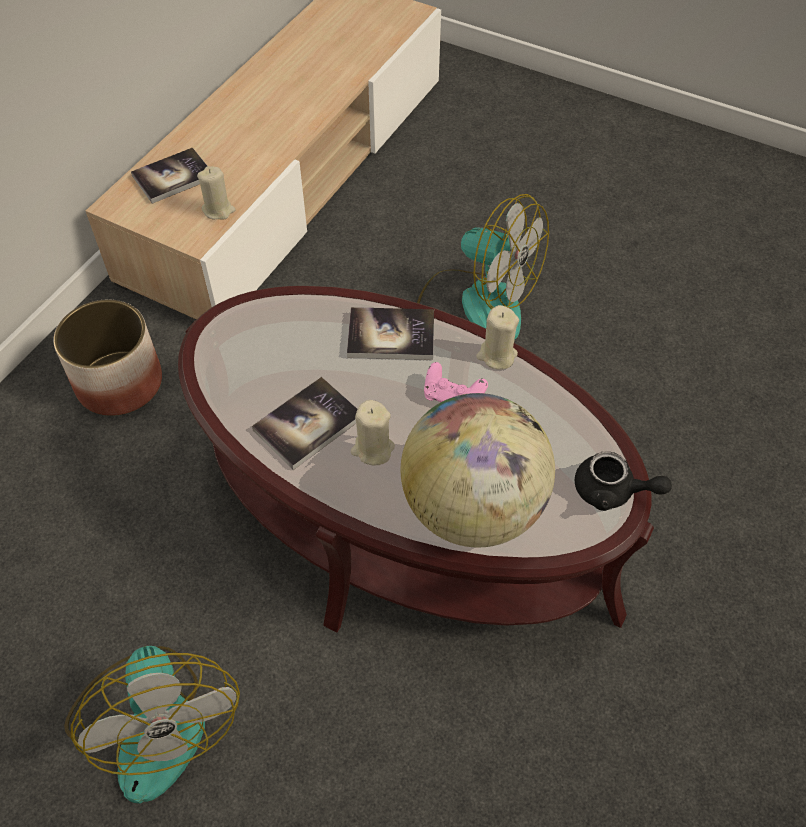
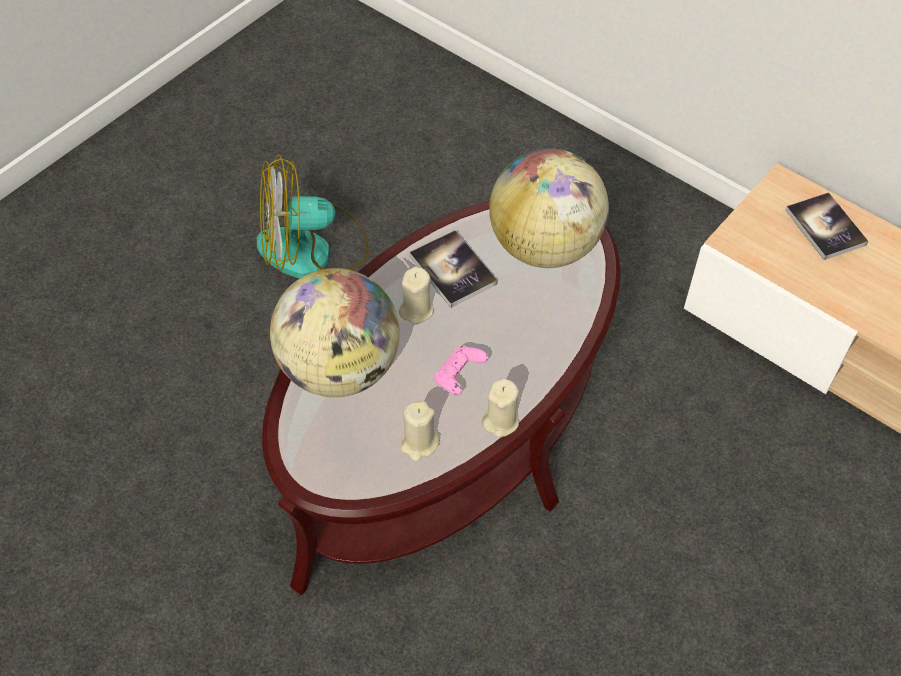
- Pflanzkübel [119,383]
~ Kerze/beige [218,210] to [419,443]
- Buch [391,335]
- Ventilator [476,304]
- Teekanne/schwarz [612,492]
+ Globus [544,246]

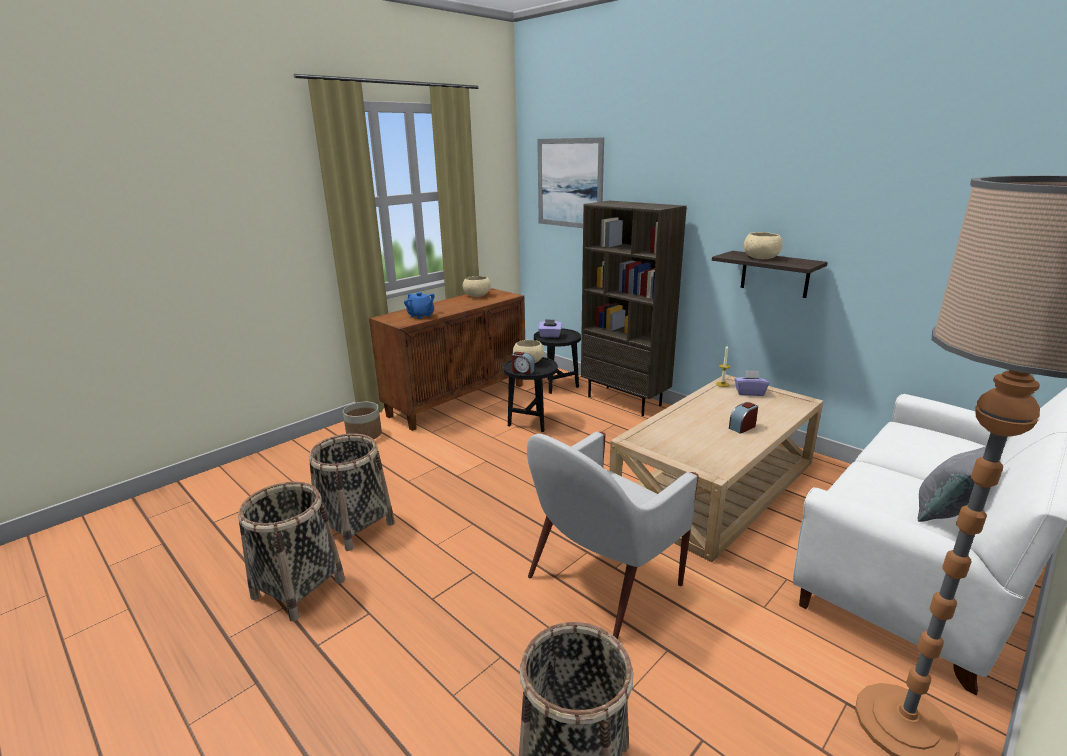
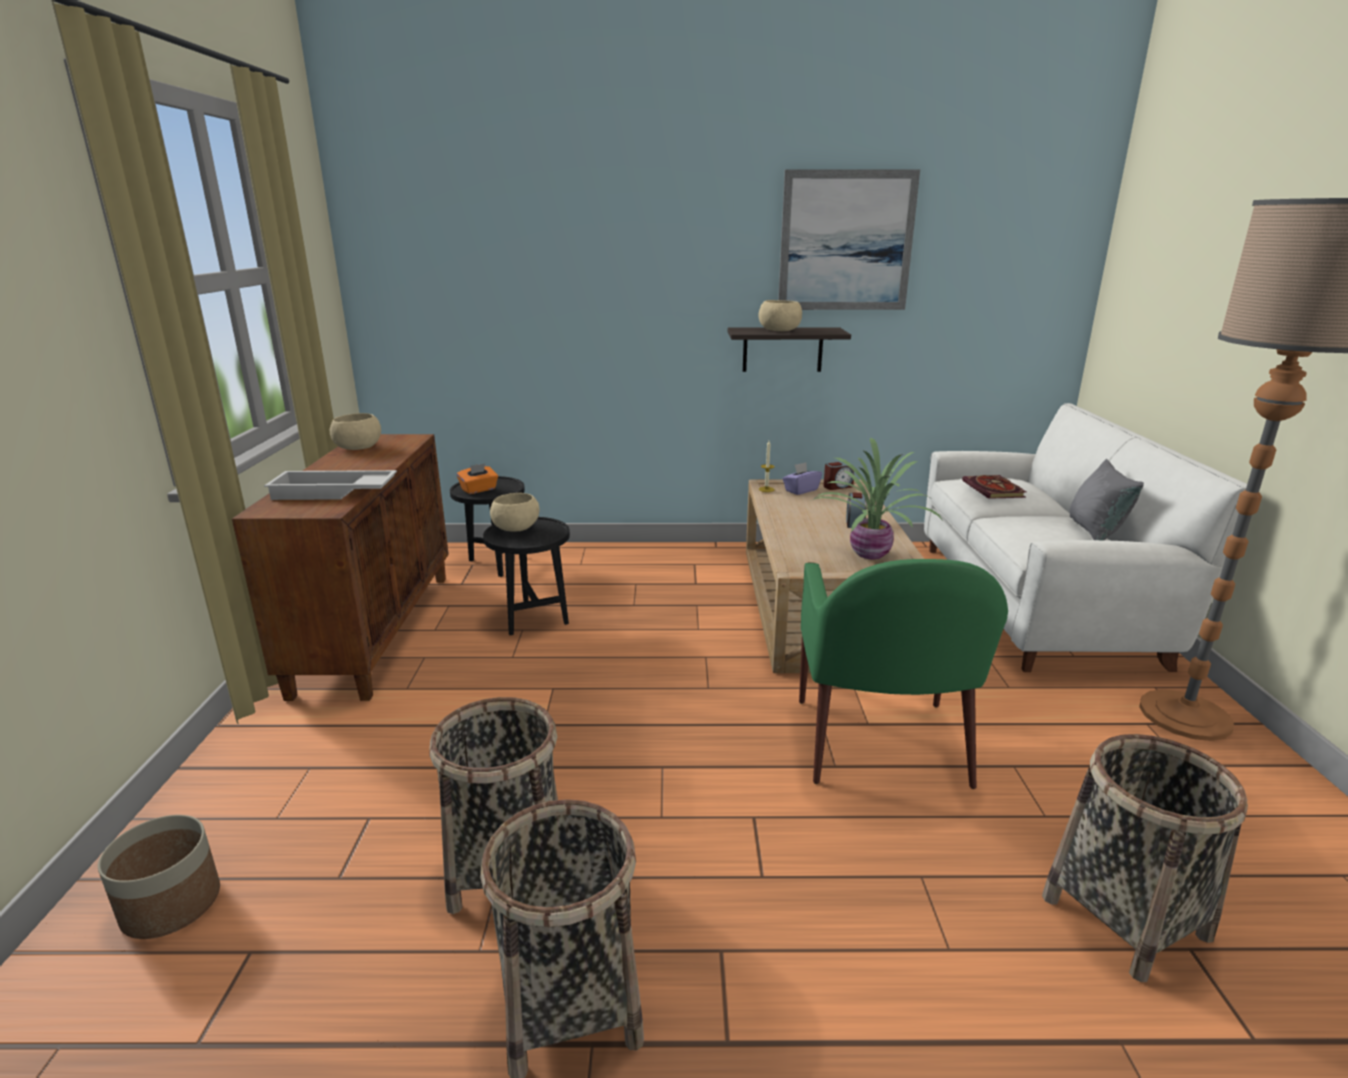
~ Pflanzkübel [364,435] to [171,904]
~ Teekanne/blau [421,316] to Tablett/weiß [332,493]
~ Wecker [522,371] to [837,486]
~ Sessel/weiß [601,582] to Sessel/grün [880,744]
~ Bild [569,183] to [846,241]
~ Taschentuchbox/lila [550,335] to Taschentuchbox/orange [479,490]
- Bücherregal/braun [625,400]
+ Topfpflanze [868,555]
+ Buch [995,490]

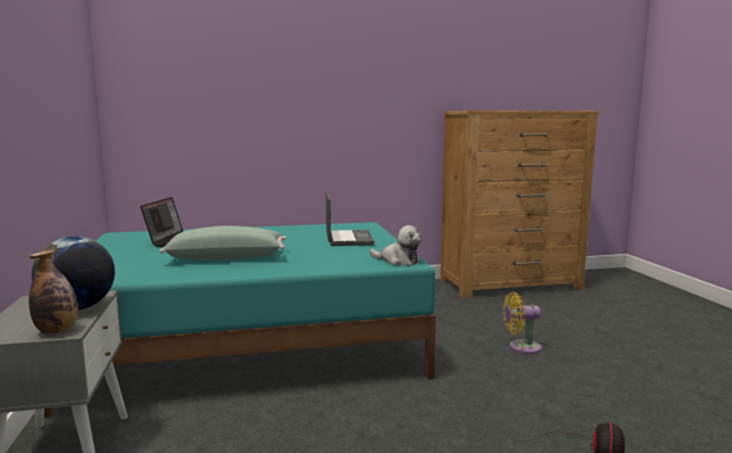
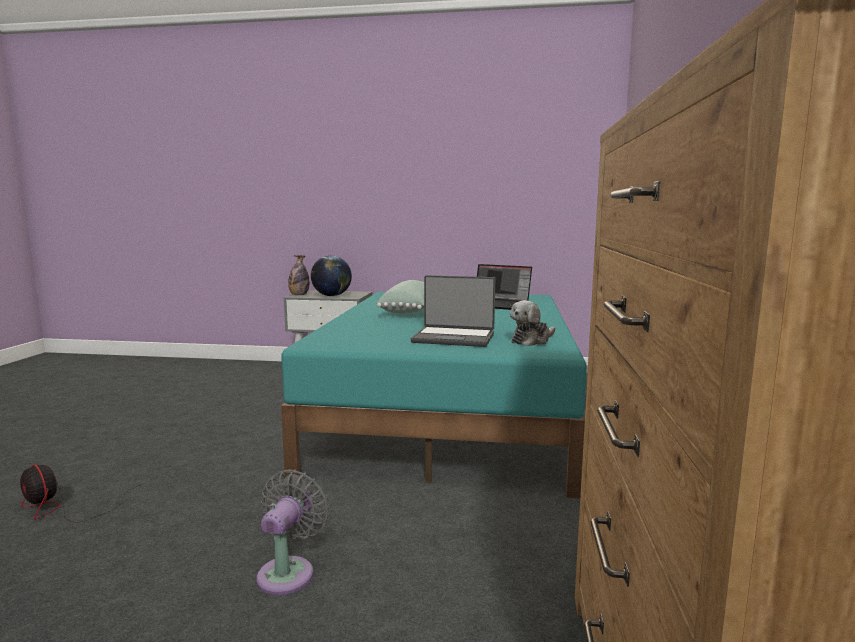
~ Plüschtier [398,261] to [532,340]
~ Ventilator/gelb [521,347] to Ventilator/grau [289,572]

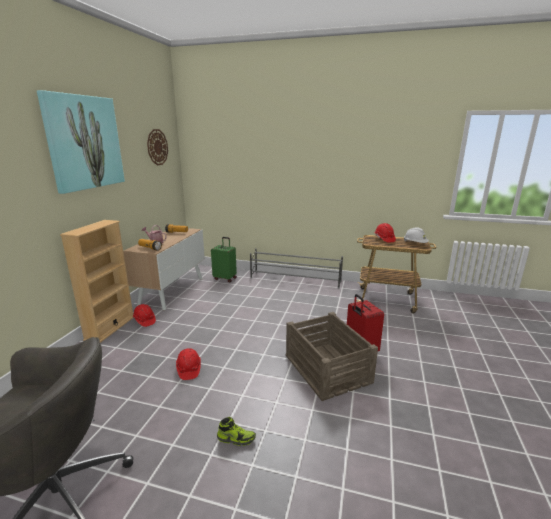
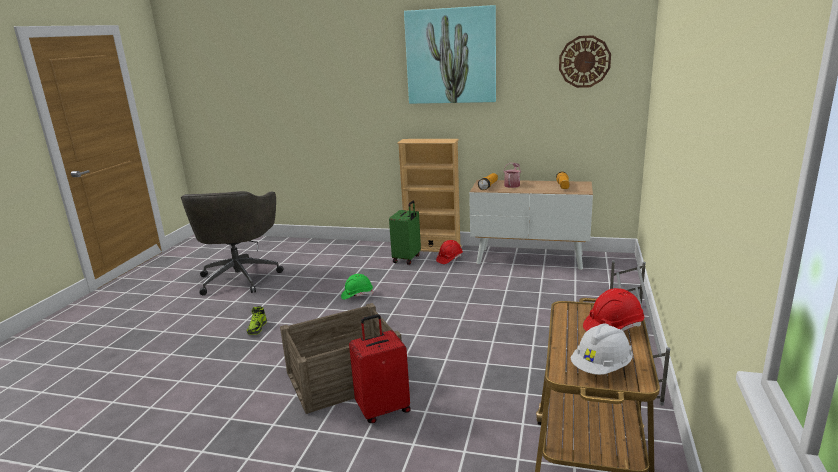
~ Schutzhelm/rot [188,369] to Schutzhelm/grün [357,295]
~ Koffer/grün [225,278] to [407,259]

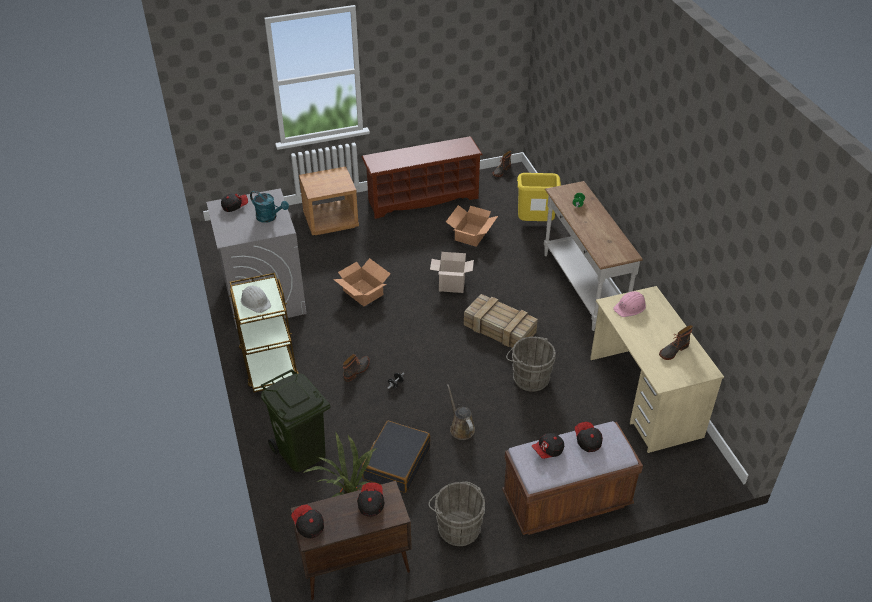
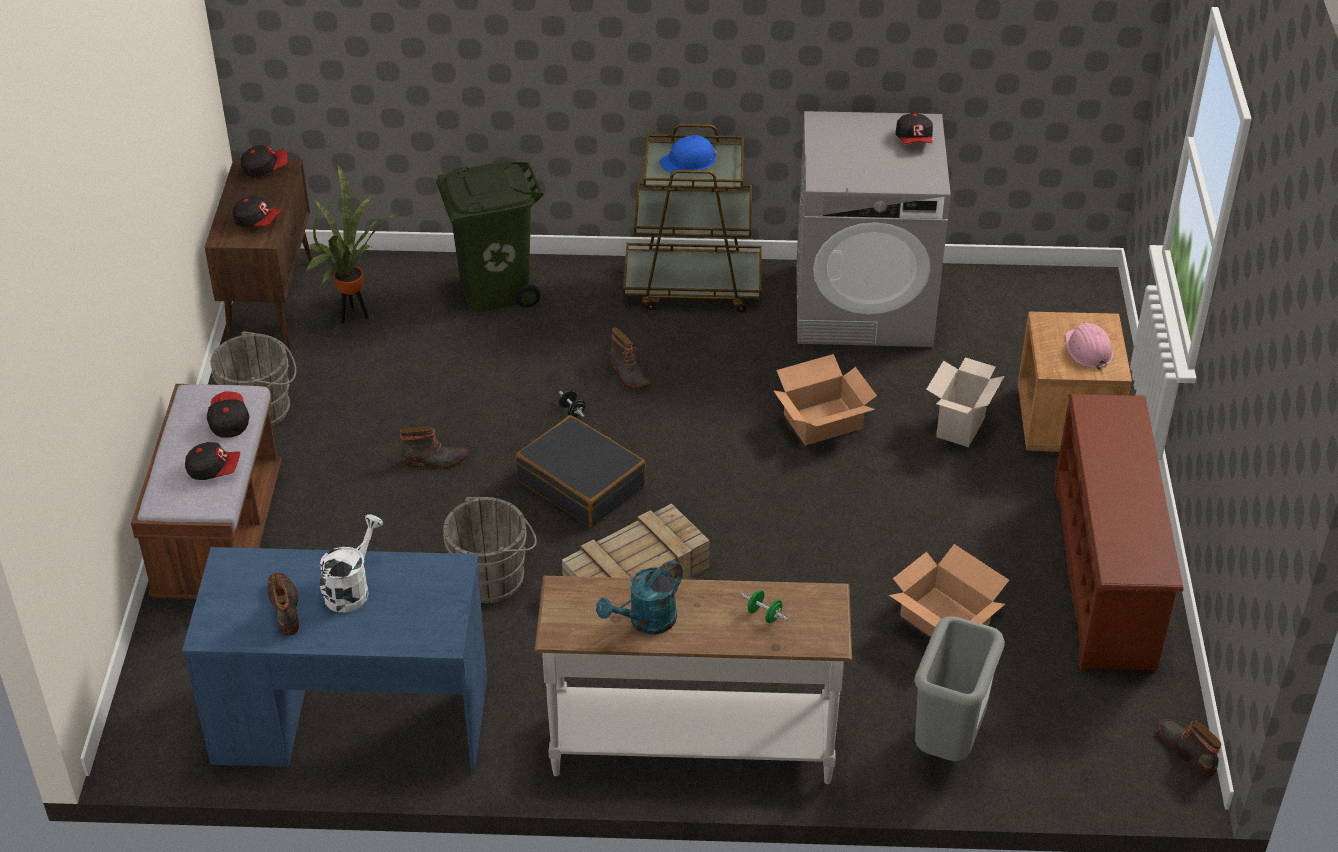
~ Schutzhelm/weiß [255,302] to Schutzhelm/blau [689,161]
~ Gießkanne/türkis [270,217] to [646,622]
~ Koffer/schwarz [396,462] to [582,484]
~ Karton [450,286] to [959,426]
~ Gießkanne/braun [461,428] to Stiefel [435,460]
~ Mülleimer/gelb [535,223] to Mülleimer/grau [949,744]
~ Schreibtisch/beige [644,397] to Schreibtisch/blau [351,720]
~ Schutzhelm/rosa [630,307] to [1088,350]
+ Gießkanne/weiß [351,588]

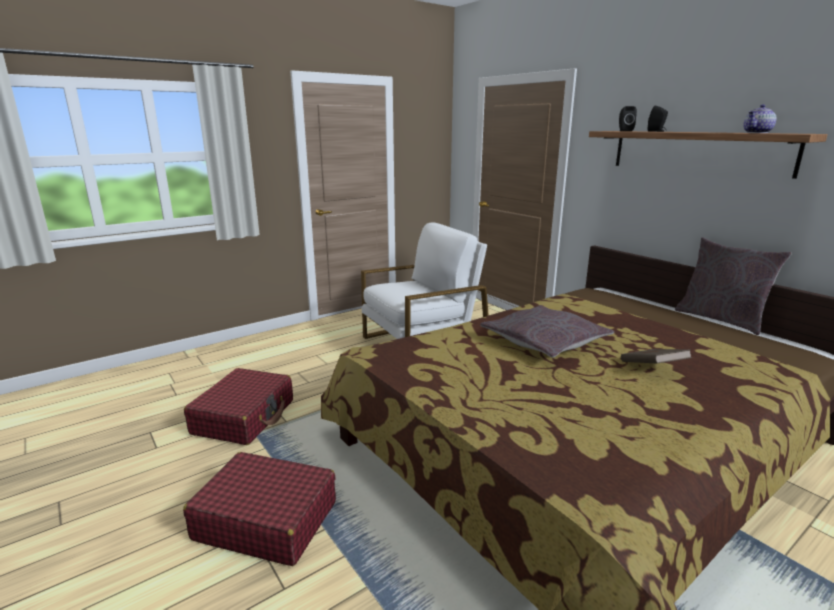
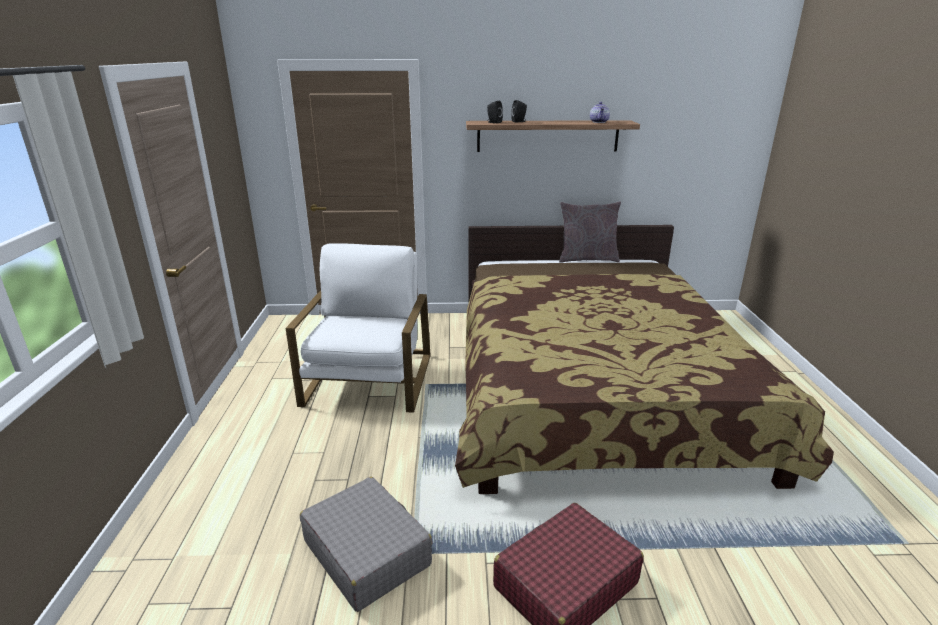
~ Koffer/rot [244,417] to Koffer/grau [366,552]
- Kissen/grau [544,341]
- Buch/braun [652,368]

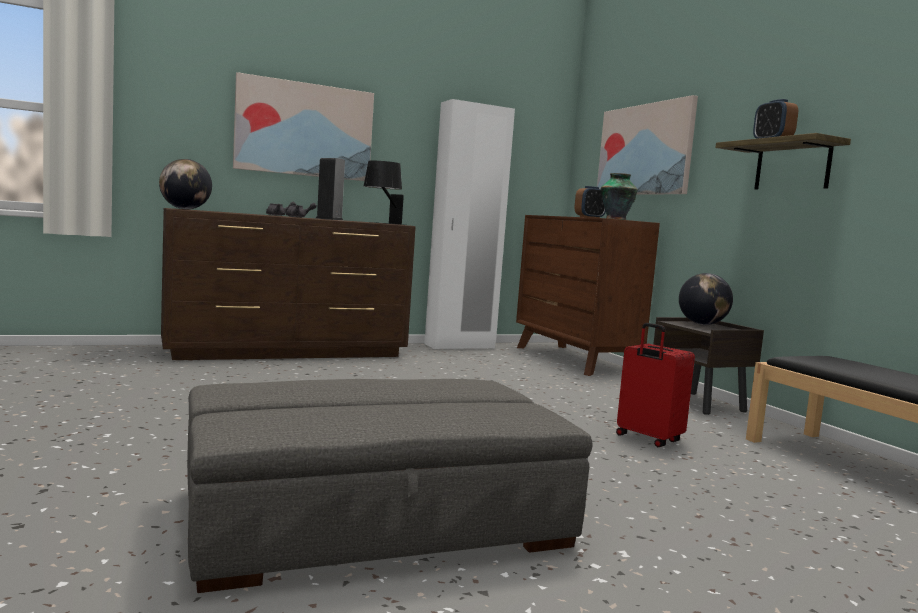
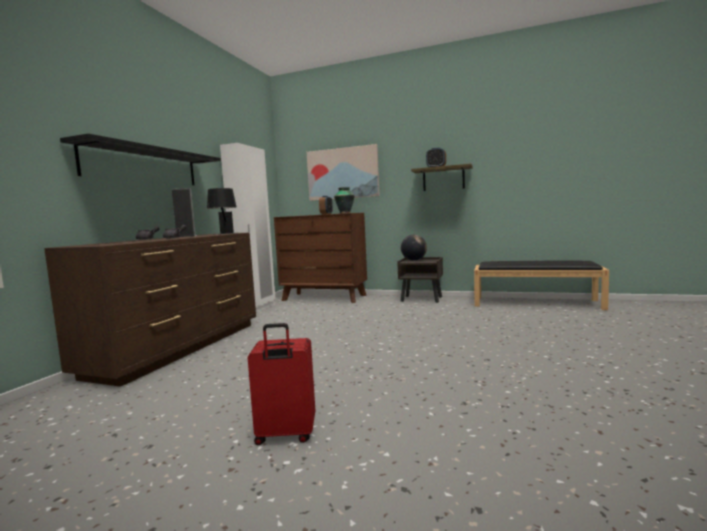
- Globus [185,209]
- Polsterhocker/grau [375,518]
~ Bild [304,130] to Wandregal/schwarz [143,166]
~ Koffer/rot [648,439] to [285,435]

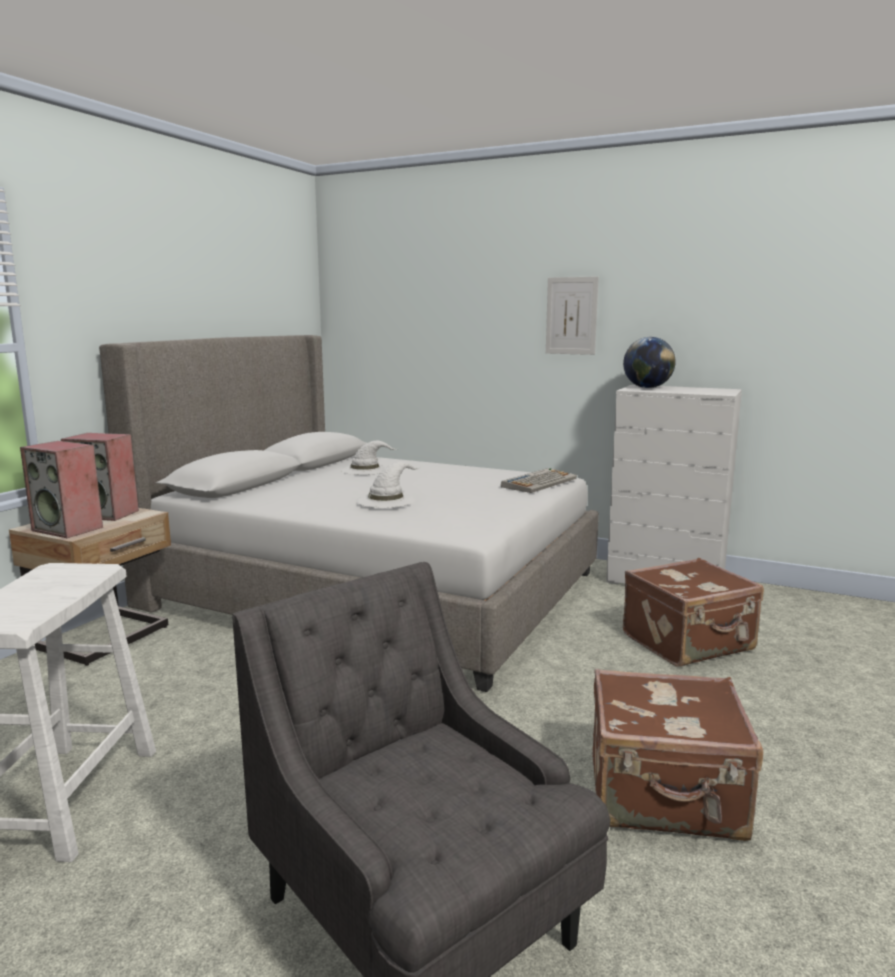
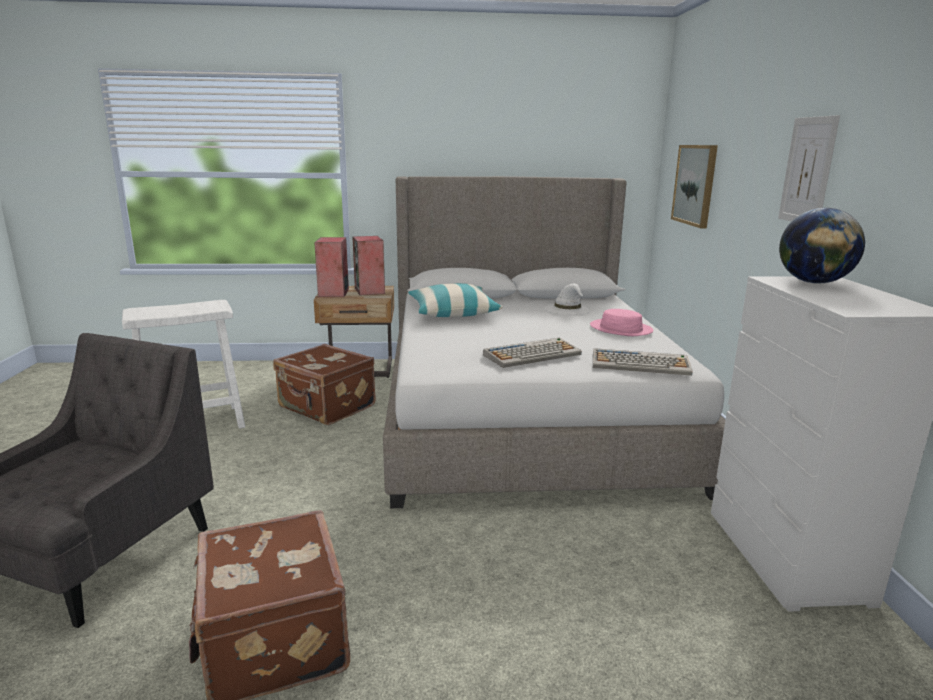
- Hut/weiß [386,500]
~ Koffer/braun [689,643] to [326,407]
+ Kissen [453,312]
+ Tastatur [532,354]
+ Hut/rosa [620,329]
+ Bild [695,185]

